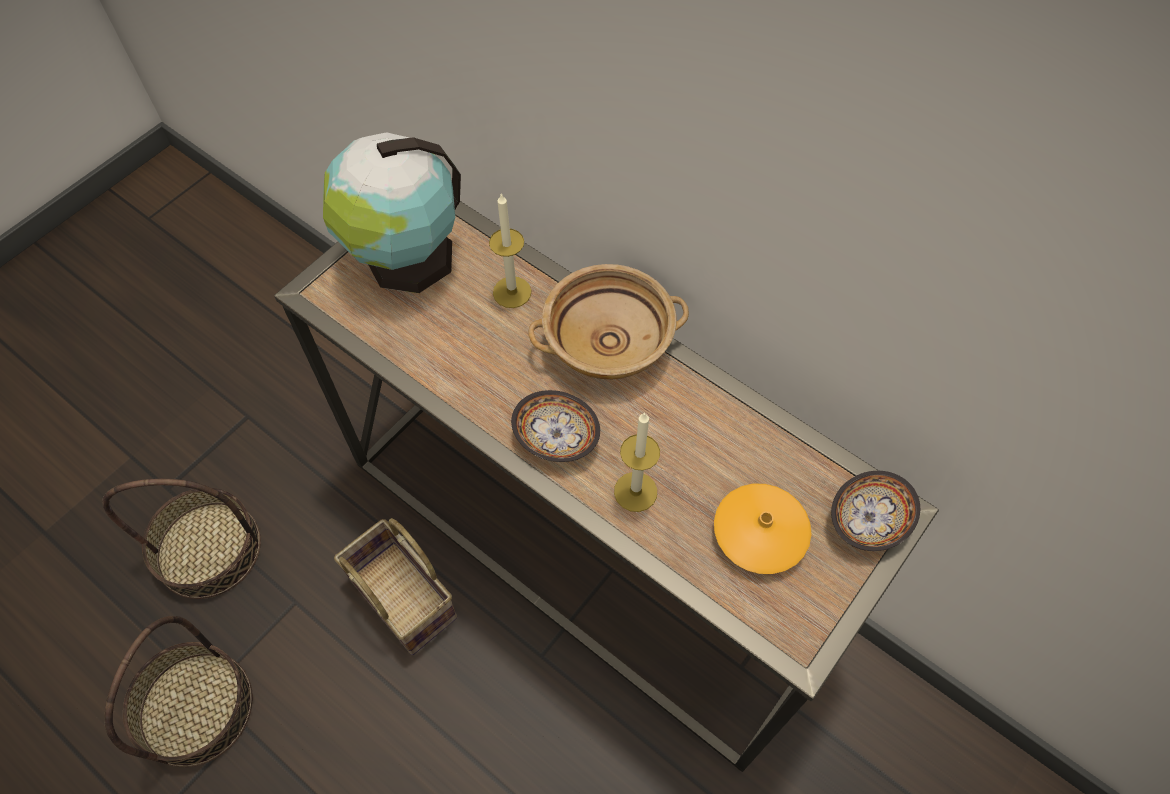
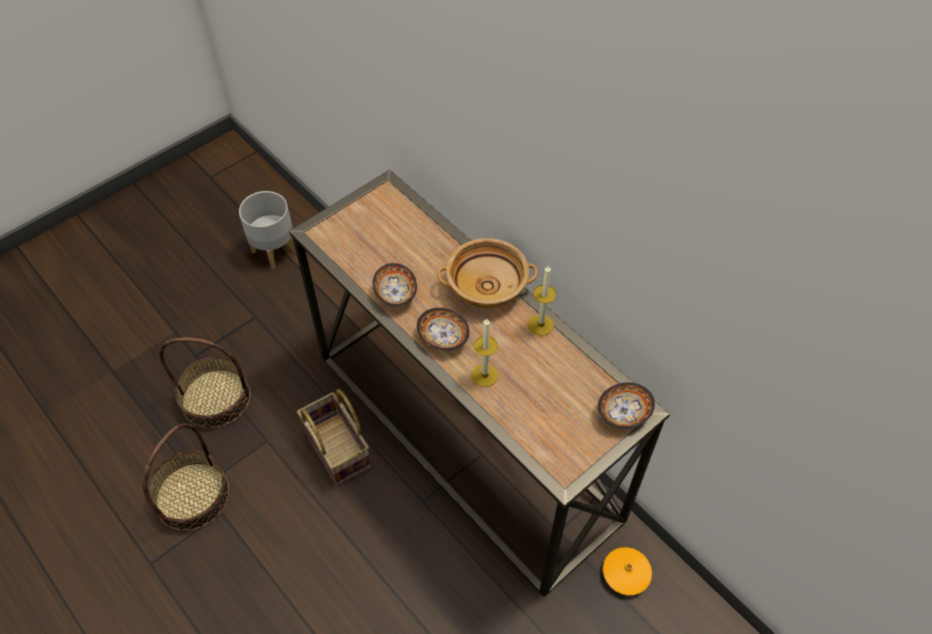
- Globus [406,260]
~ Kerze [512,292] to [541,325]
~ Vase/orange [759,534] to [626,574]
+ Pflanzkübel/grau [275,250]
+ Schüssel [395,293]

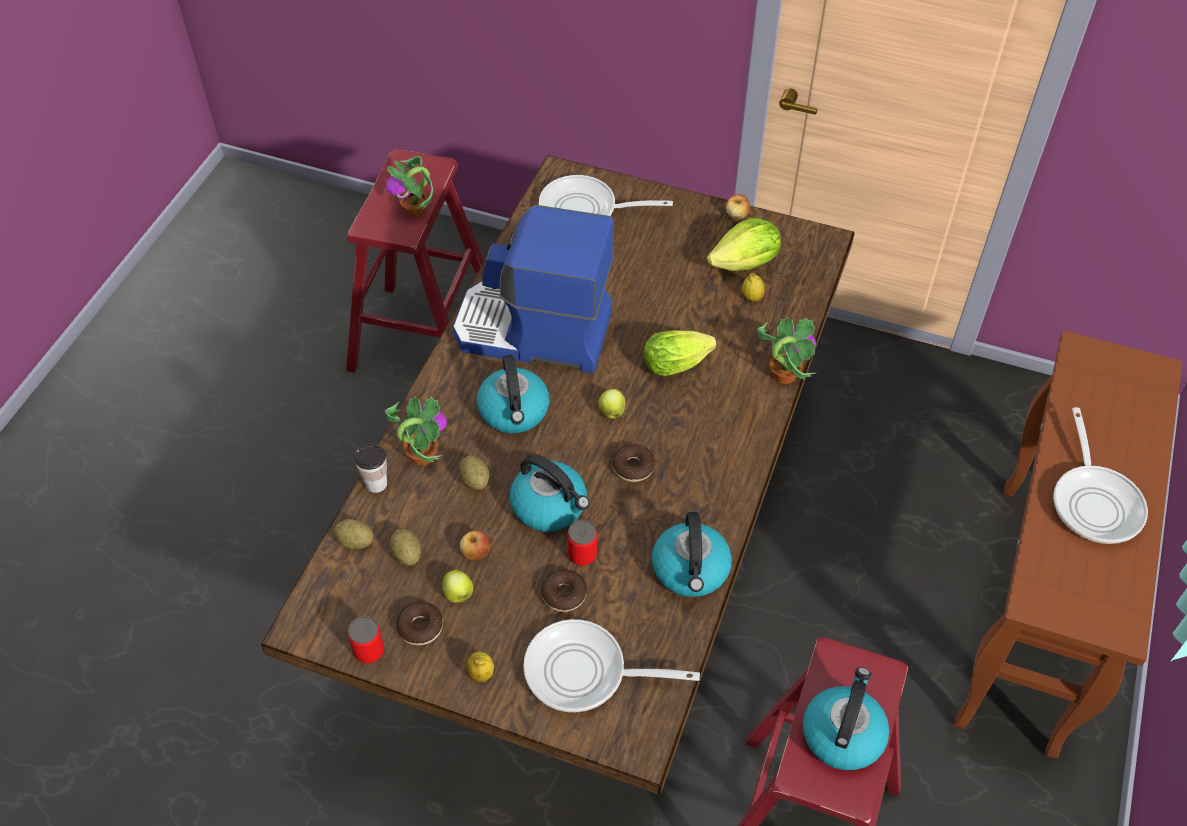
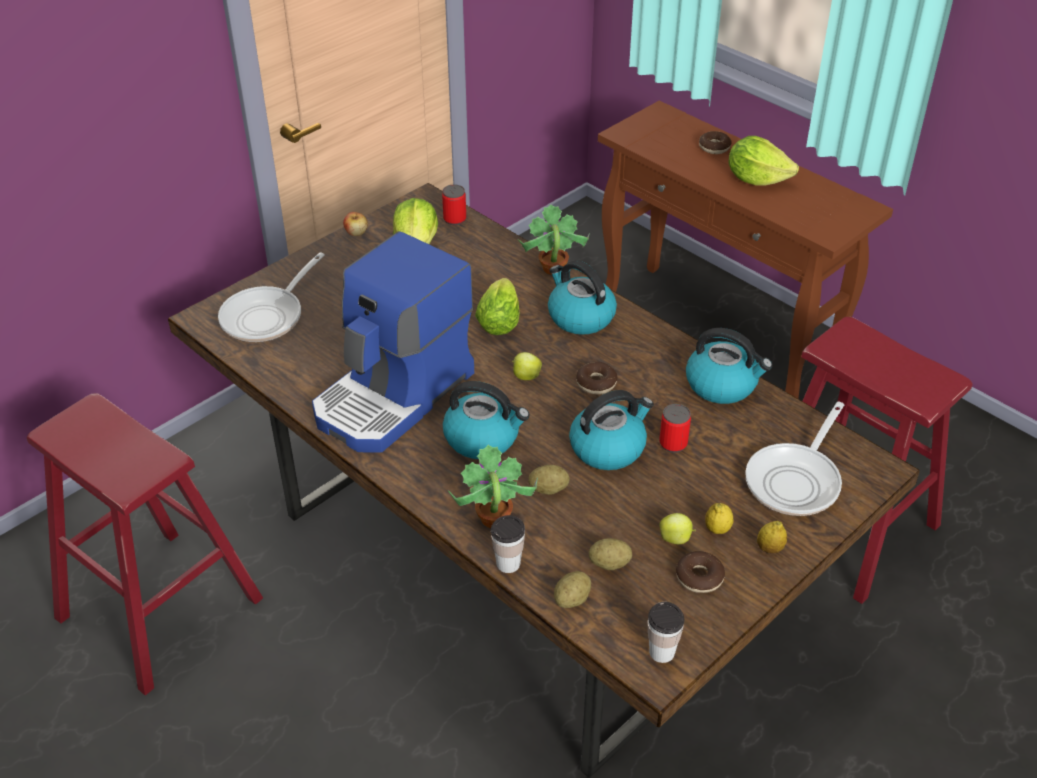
~ Dose [369,651] to [454,219]
- Topfpflanze [416,210]
- Apfel [476,553]
~ Donut [564,594] to [714,147]
~ Zitrone [752,297] to [717,529]
~ Wasserkessel [842,734] to [580,317]
~ Pfanne [1094,502] to Salatkopf [756,179]
+ Tasse [661,652]

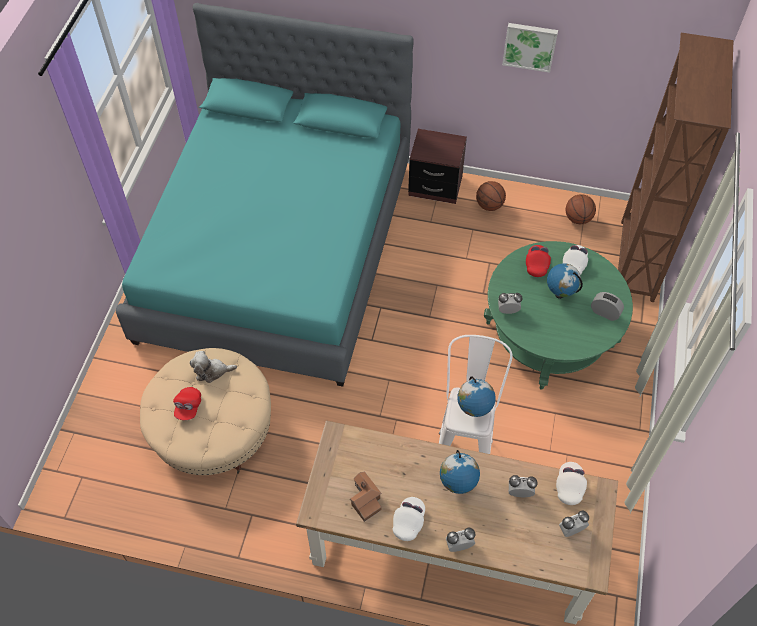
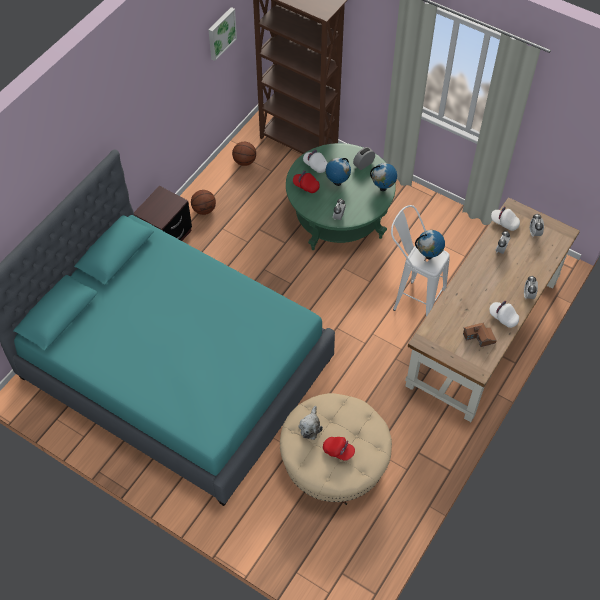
~ Globus [457,485] to [383,188]
~ Bild [530,46] to [221,33]

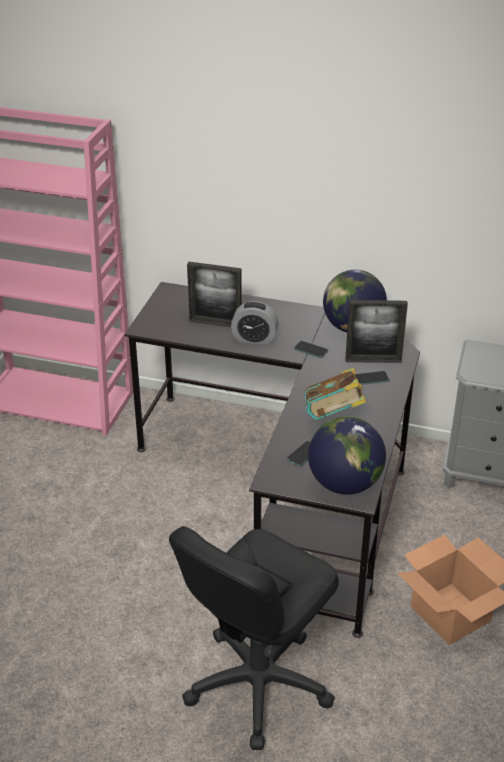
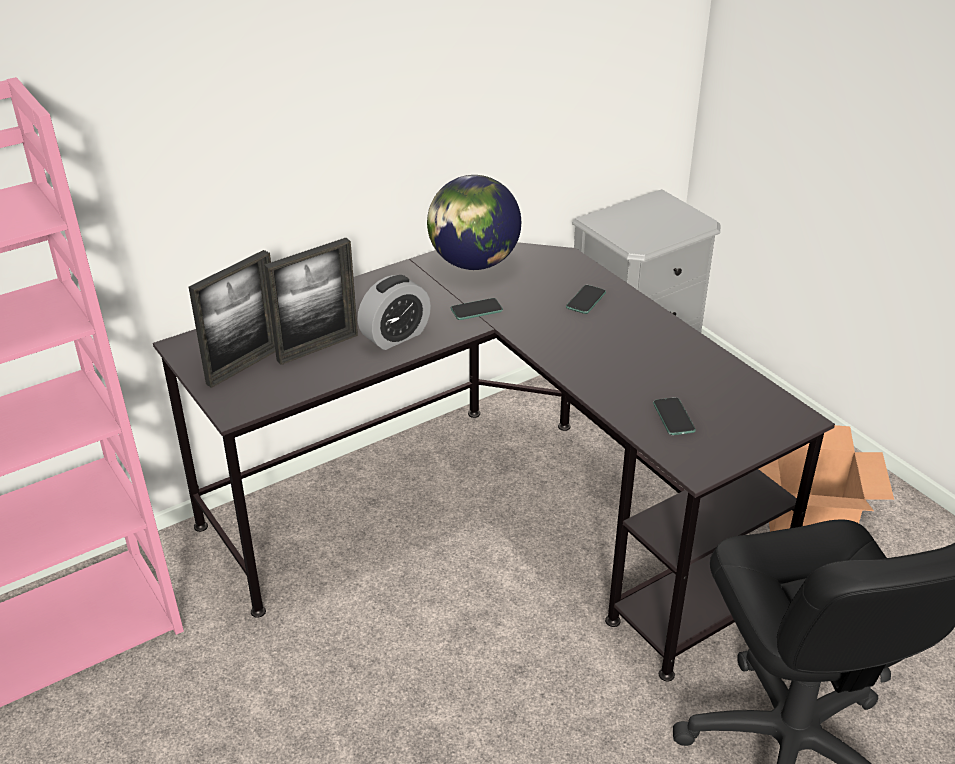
- Buch [334,417]
- Globus [345,483]
~ Bilderrahmen [373,360] to [244,365]

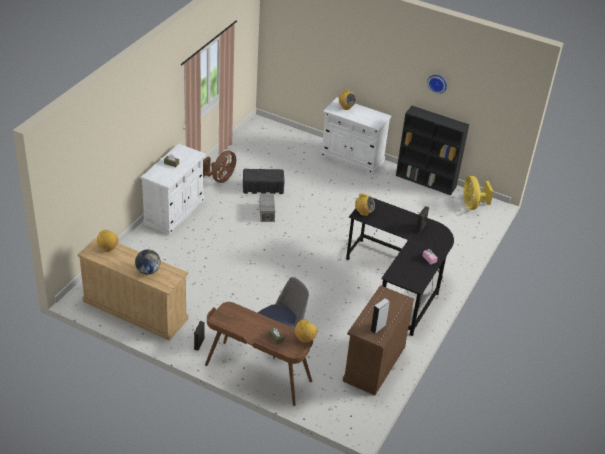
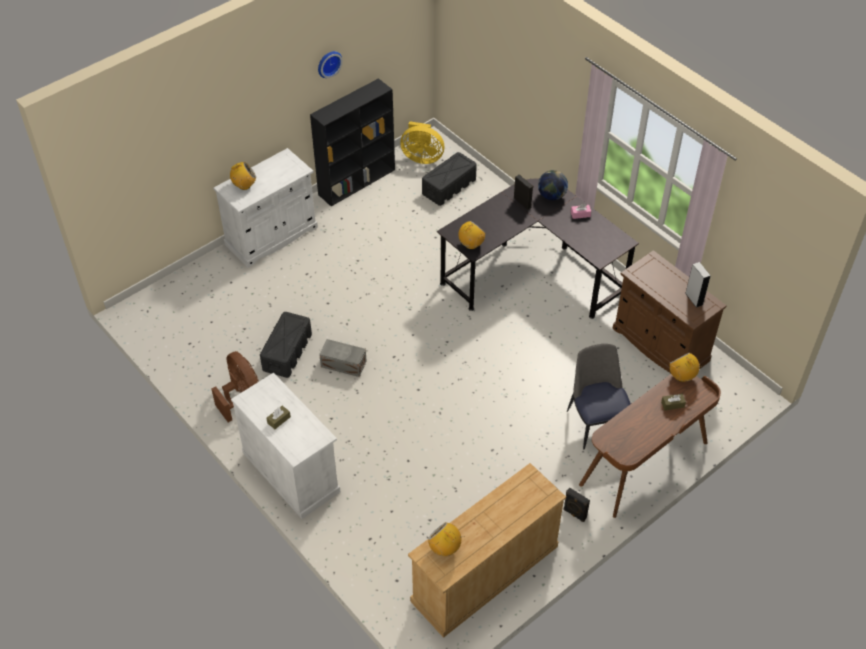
~ Globus [148,271] to [551,196]
+ Aufbewahrungsbox/schwarz [448,187]

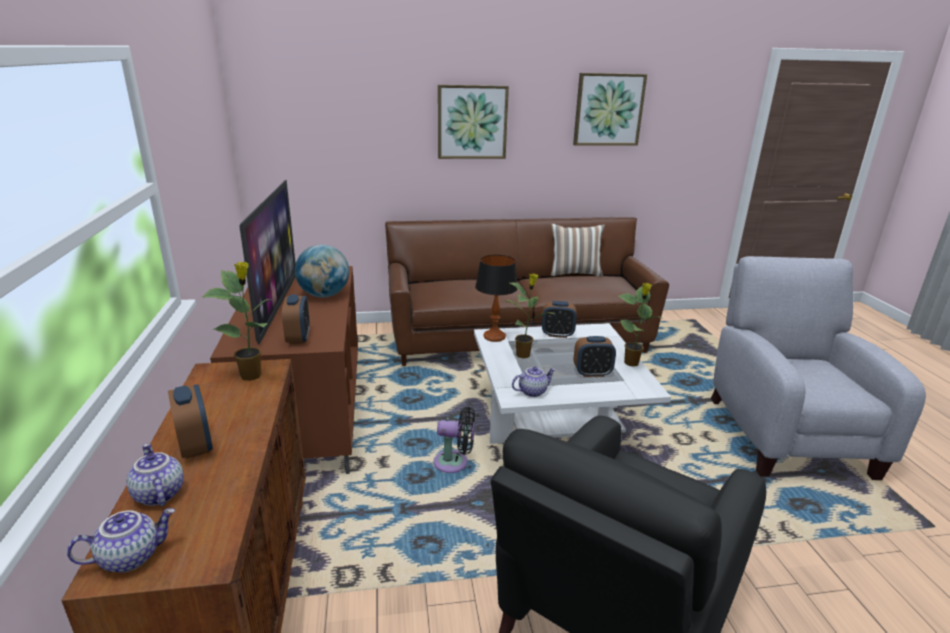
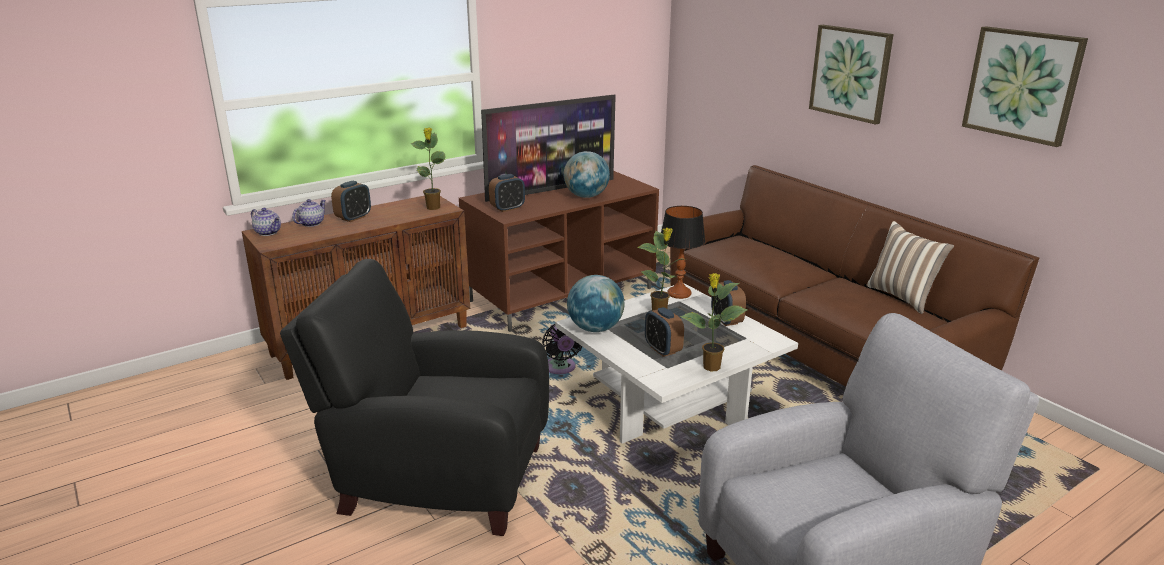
~ Teekanne [532,391] to Globus [595,328]

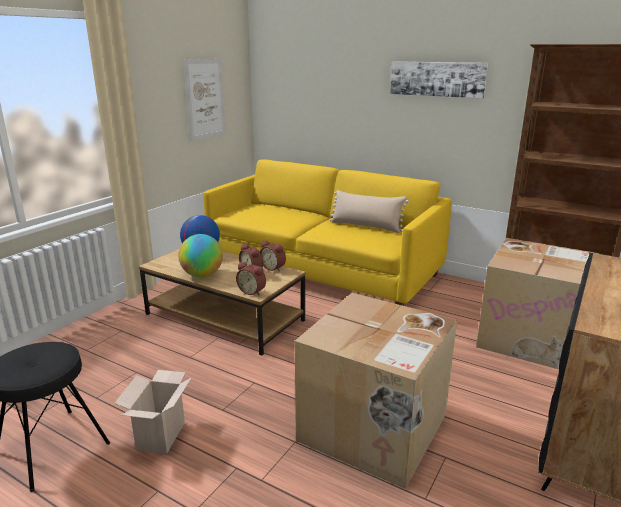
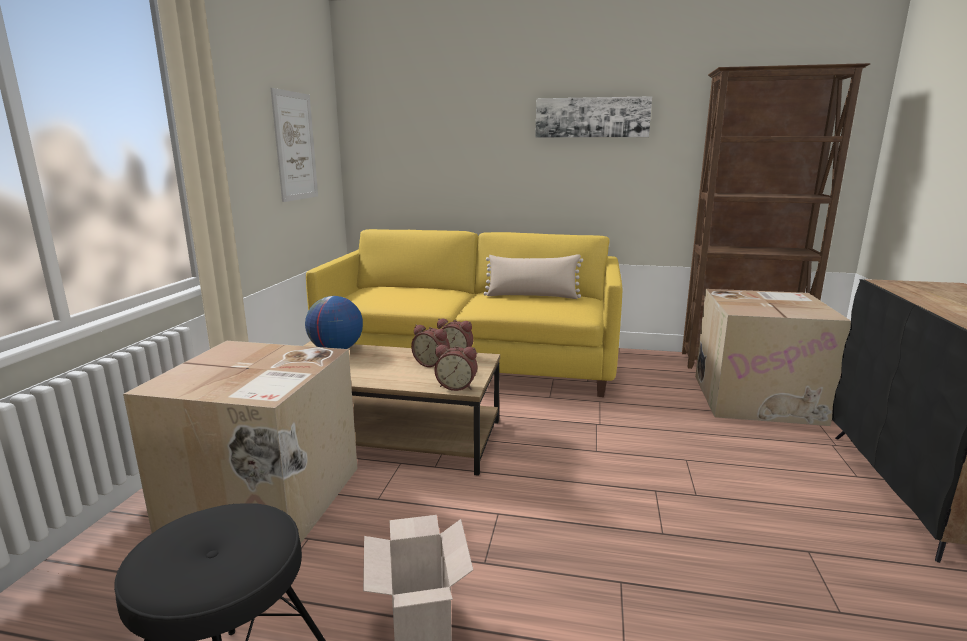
- Globus [202,275]
~ Karton [374,429] to [265,500]

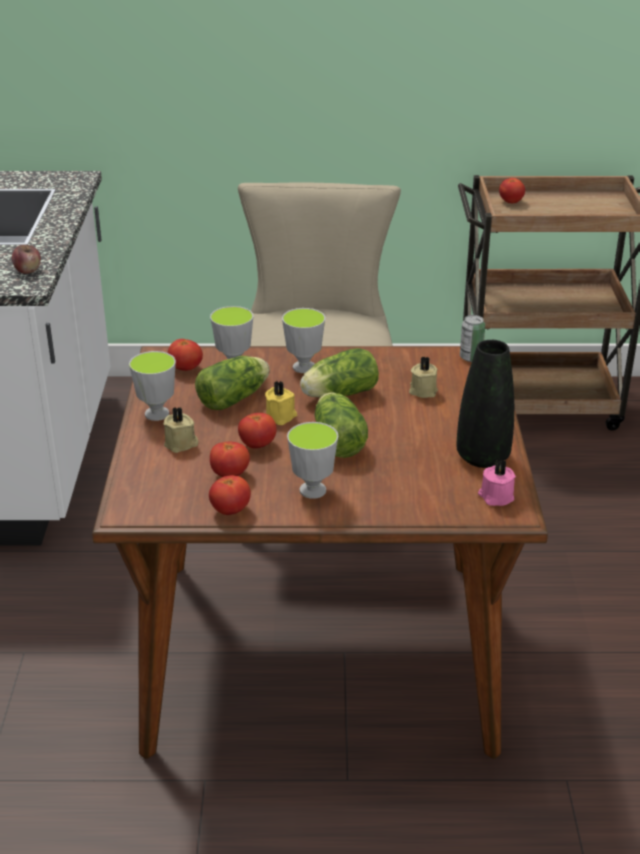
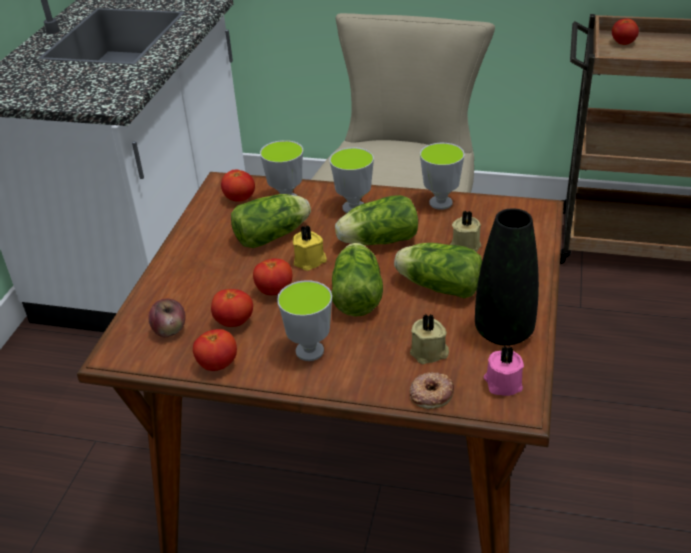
~ Apfel [28,270] to [170,330]
~ Tasse [157,414] to [440,203]
~ Kerze/beige [181,444] to [429,353]
- Dose [471,357]
+ Salatkopf [437,286]
+ Donut [431,394]

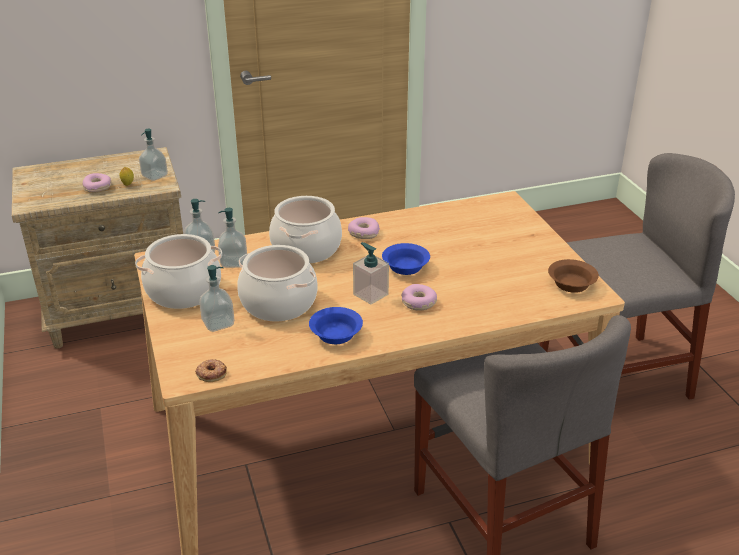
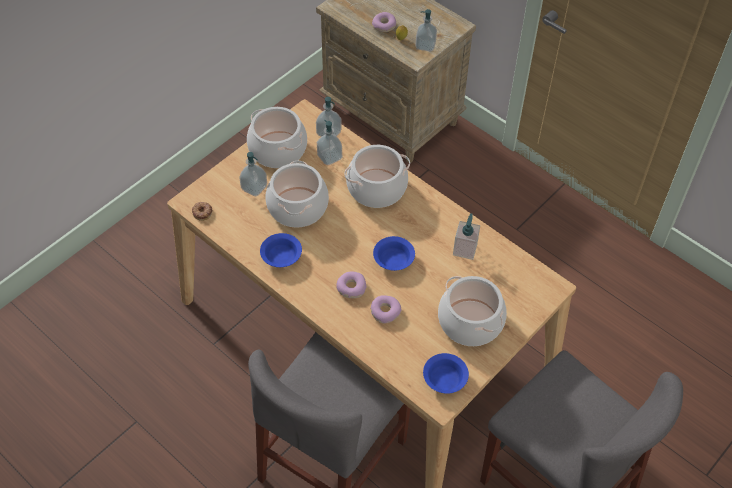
~ Donut [363,233] to [385,311]
~ Seifenspender [370,294] to [465,249]
~ Schüssel/braun [571,284] to Schüssel/blau [446,379]
+ Kochtopf [470,322]

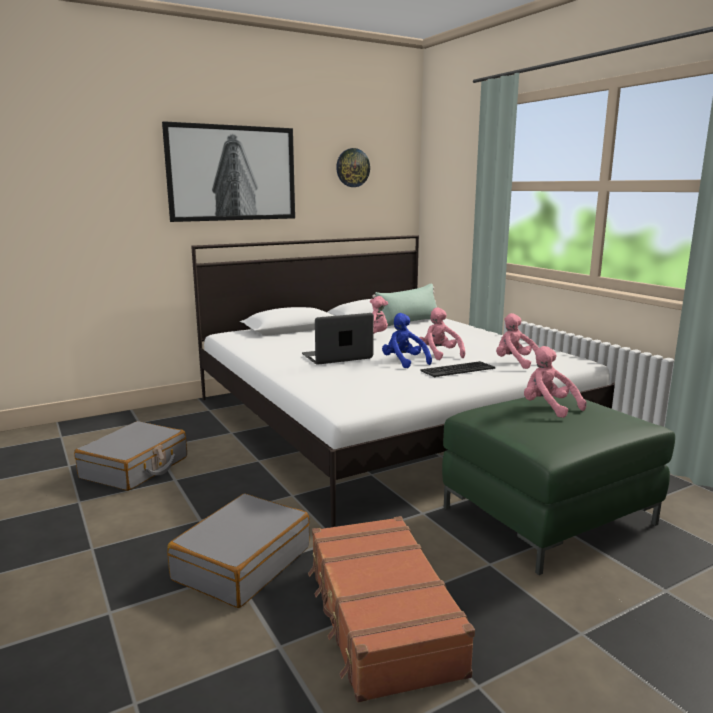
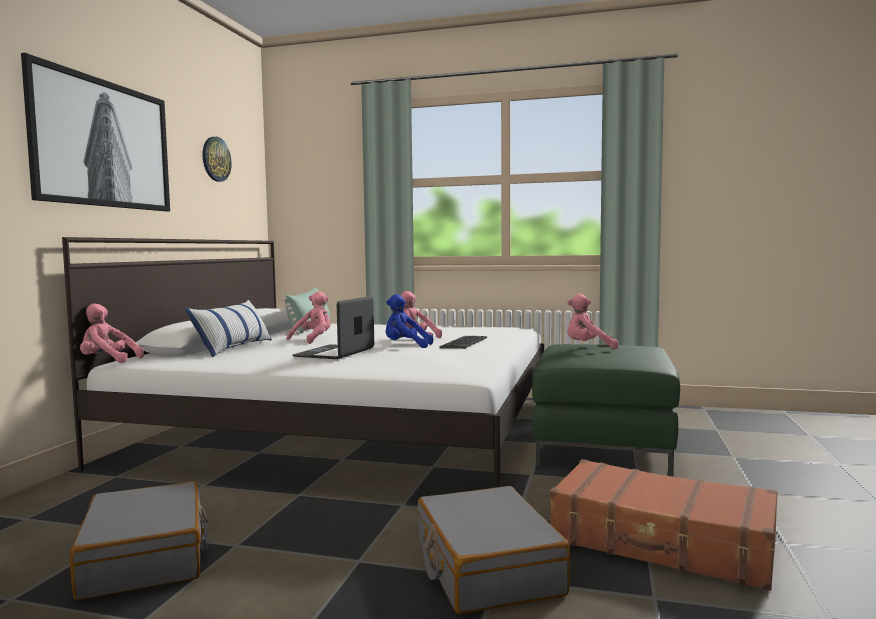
~ Plüschtier/rosa [515,363] to [107,361]
+ Kissen [234,348]

